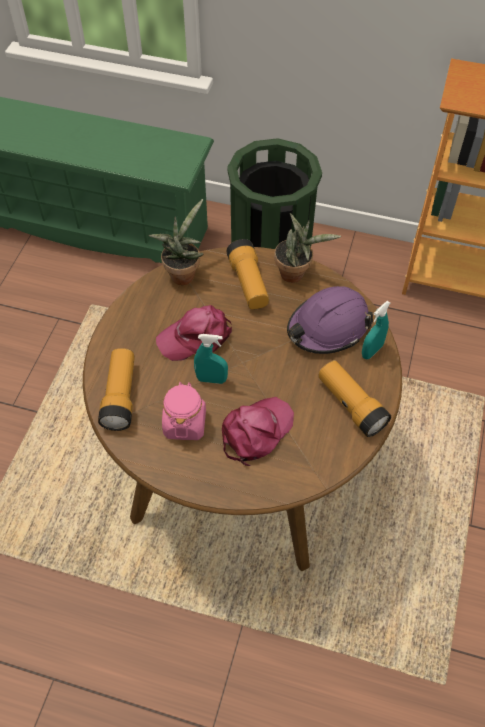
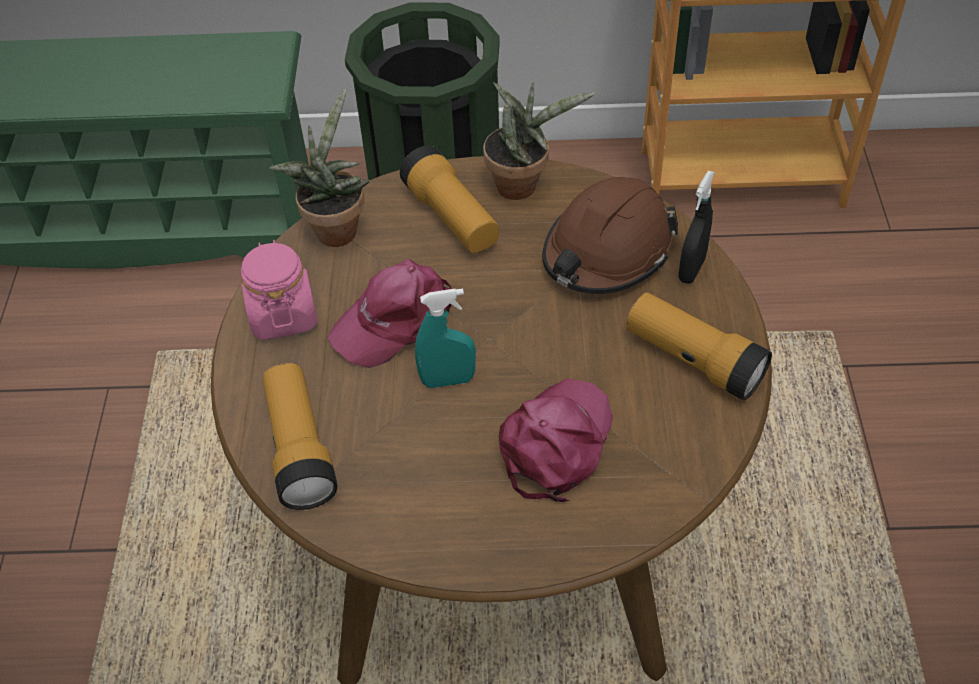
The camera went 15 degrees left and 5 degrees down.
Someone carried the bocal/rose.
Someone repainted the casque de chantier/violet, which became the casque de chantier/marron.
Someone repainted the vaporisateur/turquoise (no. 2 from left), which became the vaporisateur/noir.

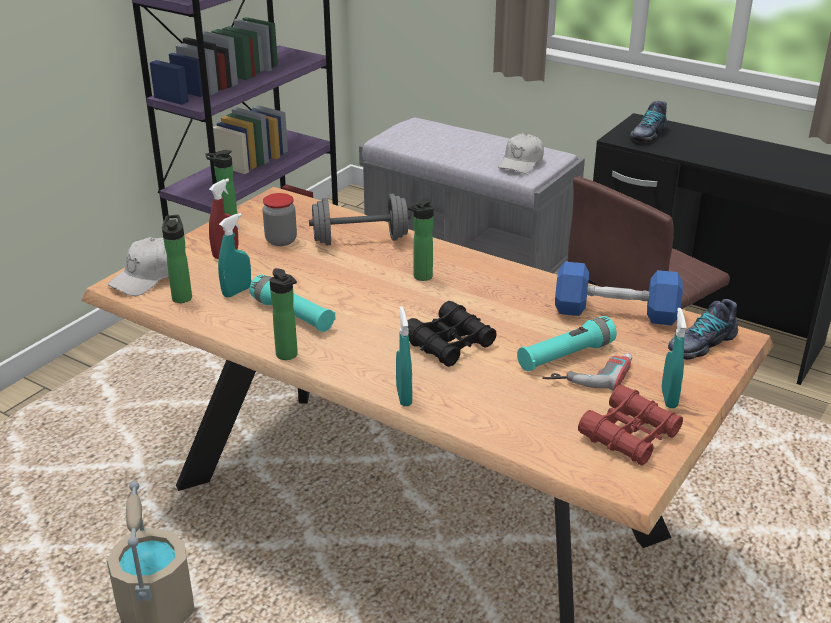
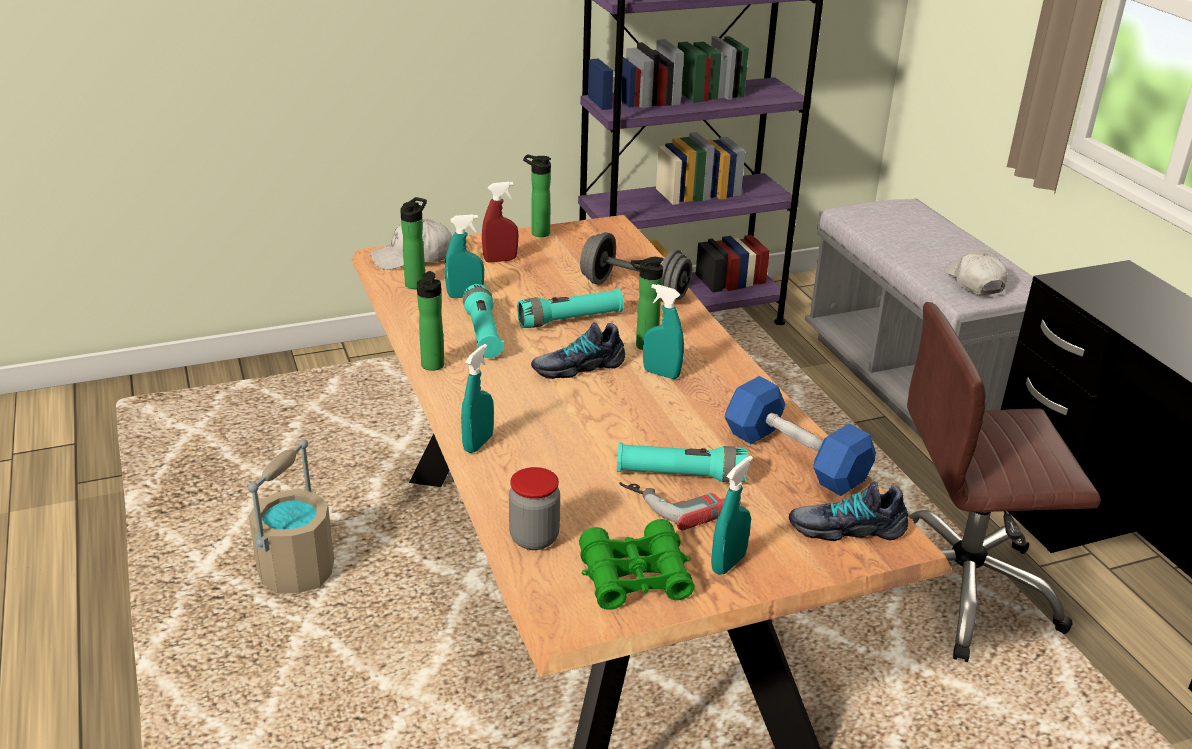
The camera went 35 degrees right and 0 degrees up.
Someone carried the bocal.
Someone took away the jumelles/noir.
Someone rotated the casquette/blanc (no. 2 from left) by 105 degrees clockwise.
Someone repainted the jumelles/rouge, which became the jumelles/vert.
Someone carried the chaussure (no. 1 from left).
Someone put down the lampe de poche/turquoise (no. 2 from left).
Someone put down the vaporisateur/turquoise (no. 3 from left).

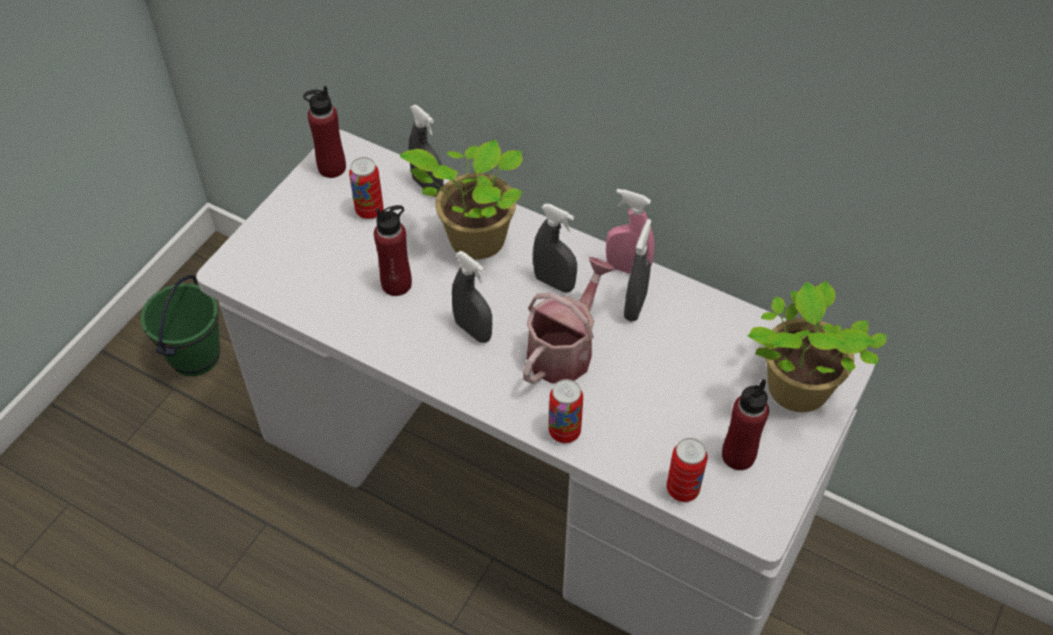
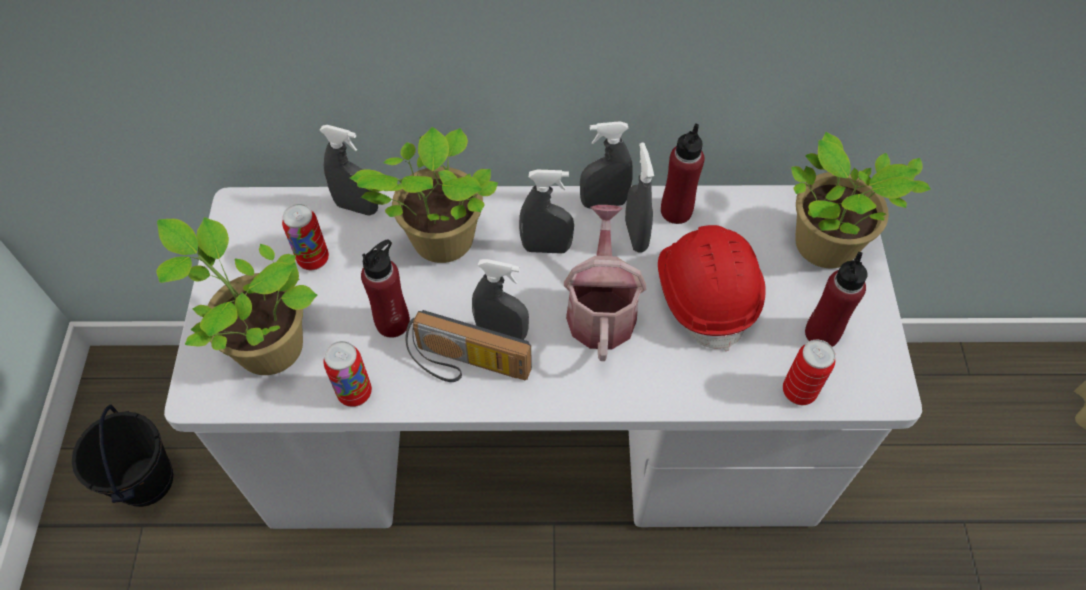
The camera went 30 degrees left and 5 degrees up.
Someone repainted the seau/vert, which became the seau/noir.
Someone carried the bouteille/rouge (no. 1 from left in the first image).
Someone carried the boîte métallique (no. 2 from left).
Someone repainted the vaporisateur/rose, which became the vaporisateur/gris (no. 4 from left).
Someone put down the plante en pot (no. 1 from left).
Someone put down the radio.
Someone put down the casque de chantier/rouge.

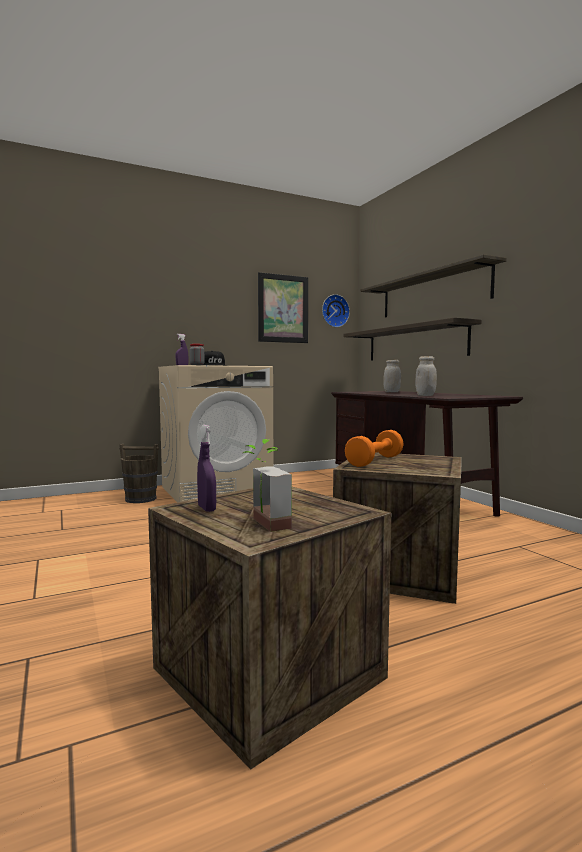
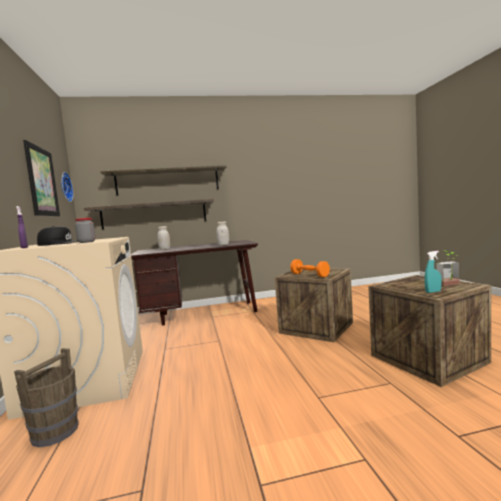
The camera went 75 degrees left and 0 degrees up.
Someone repainted the vaporisateur/violet (no. 2 from left), which became the vaporisateur/turquoise.

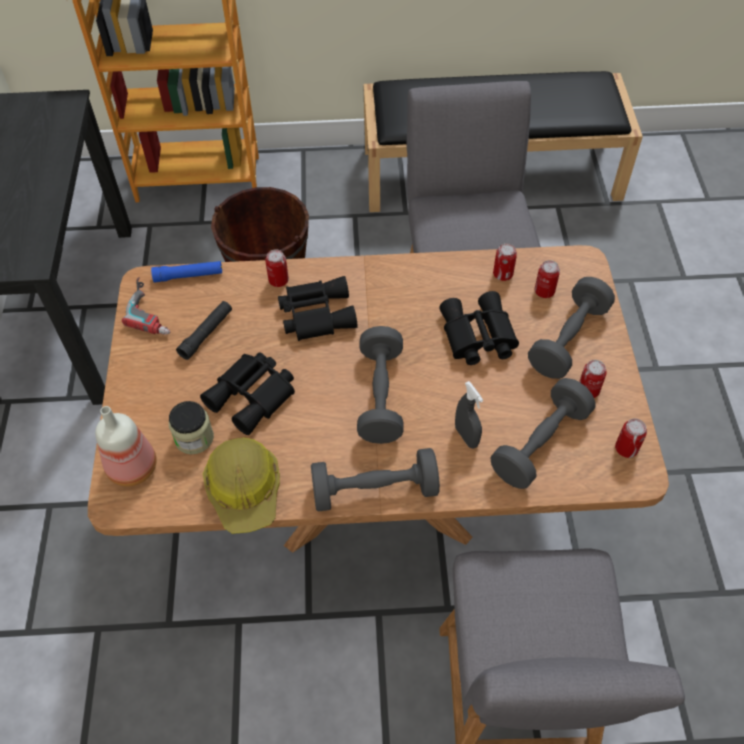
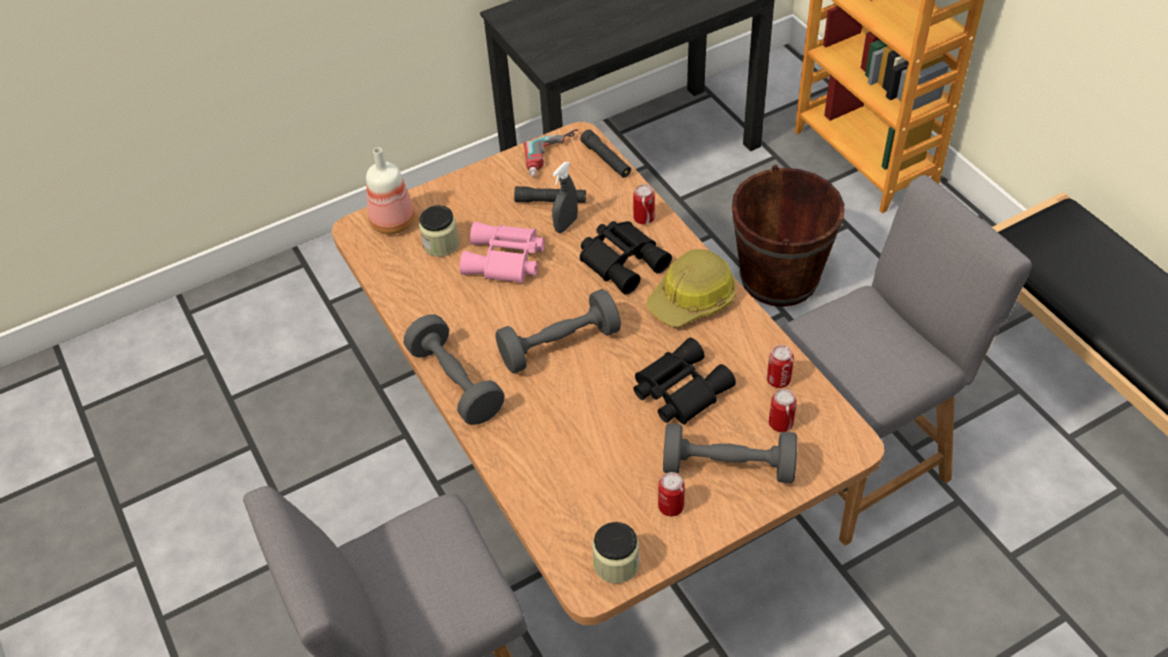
The camera went 65 degrees right and 5 degrees down.
Someone repainted the lampe de poche/bleu, which became the lampe de poche/noir (no. 2 from left).
Someone repainted the jumelles/noir (no. 1 from left), which became the jumelles/rose.
Someone carried the casque de chantier.
Someone carried the vaporisateur/gris.
Someone took away the haltère/gris (no. 3 from left).
Someone swapped the boîte métallique (no. 5 from left) for the bocal (no. 2 from left).

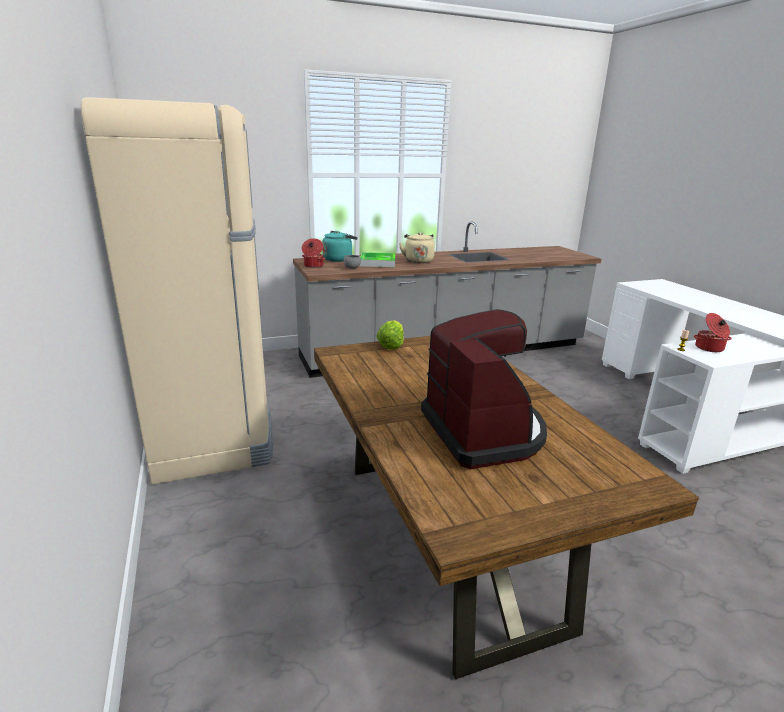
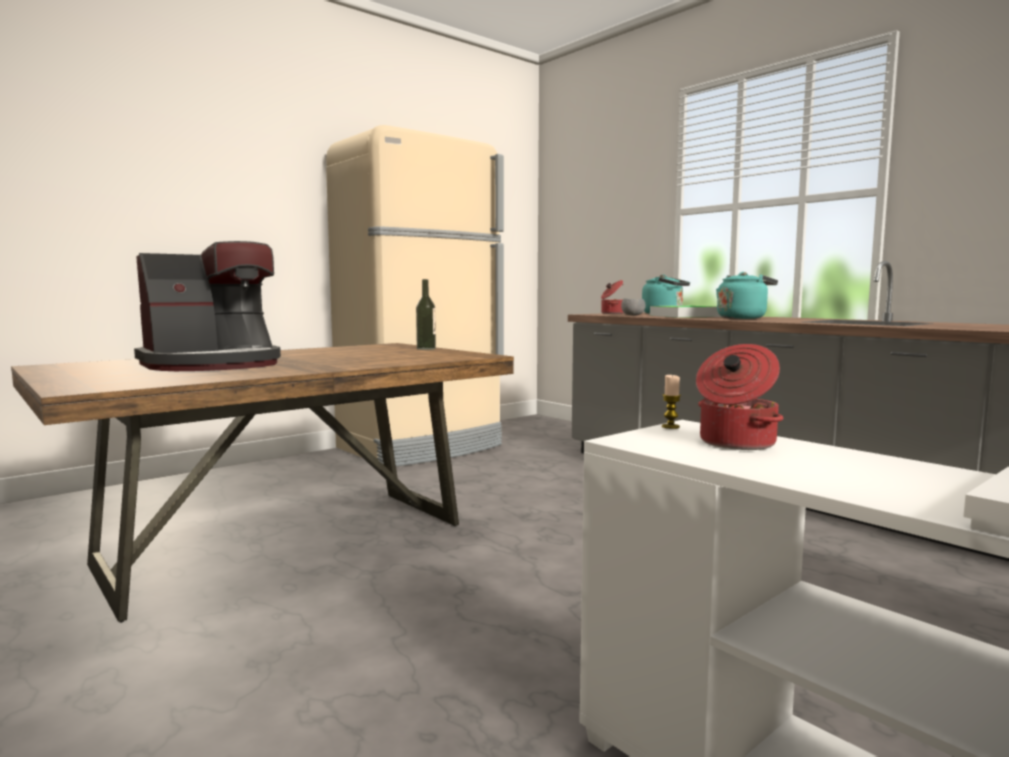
The camera went 70 degrees right and 15 degrees down.
Someone swapped the laitue for the bouteille.
Someone repainted the bouilloire/beige, which became the bouilloire/turquoise (no. 2 from left).

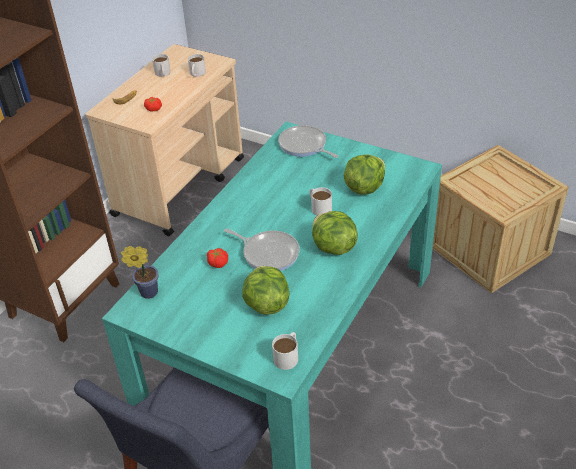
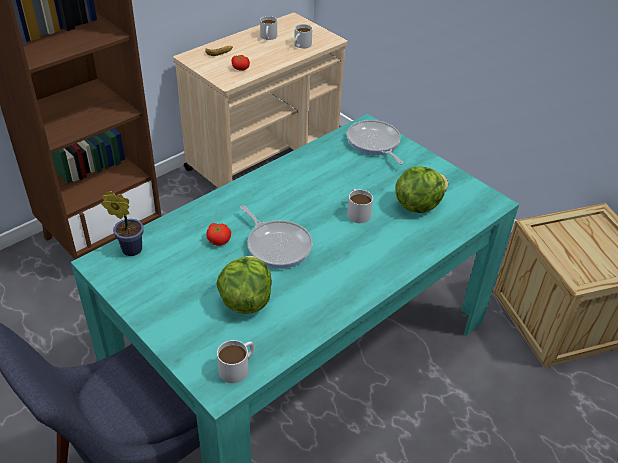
The camera went 15 degrees right and 0 degrees up.
Someone took away the laitue (no. 2 from left).

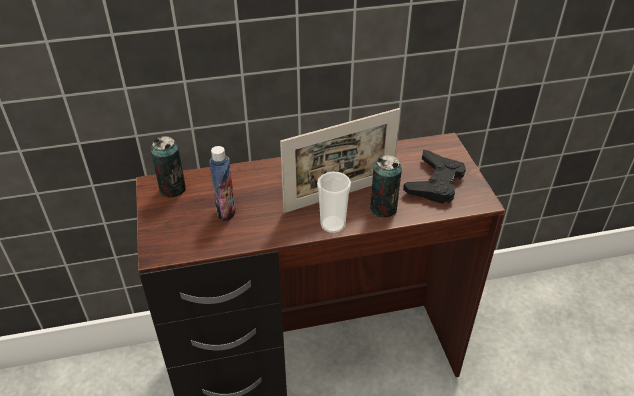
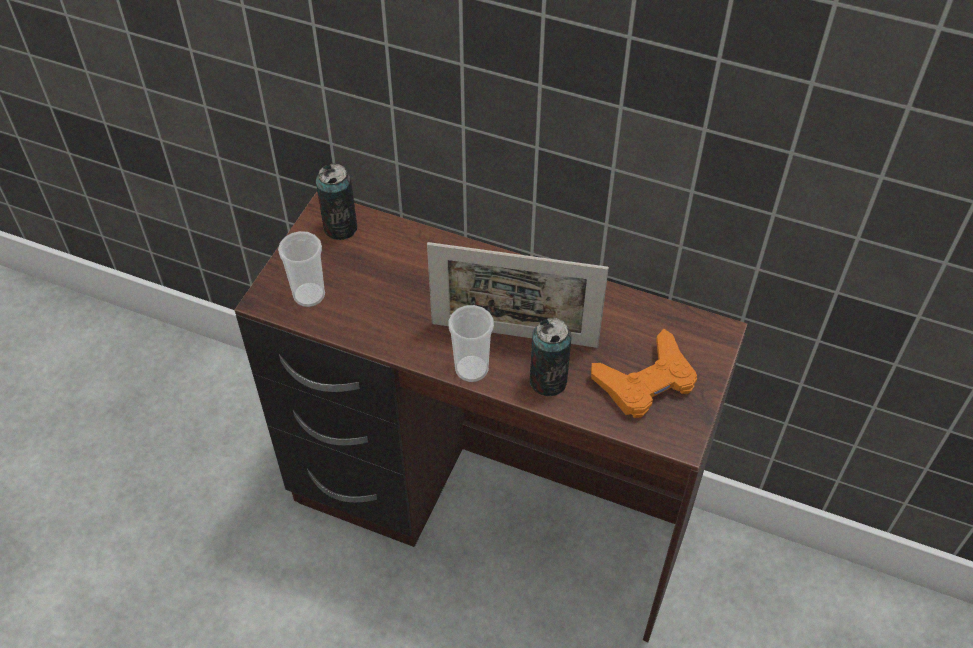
The camera went 35 degrees right and 10 degrees up.
Someone took away the bouteille.
Someone repainted the manette/noir, which became the manette/orange.
Someone put down the tasse (no. 1 from left).

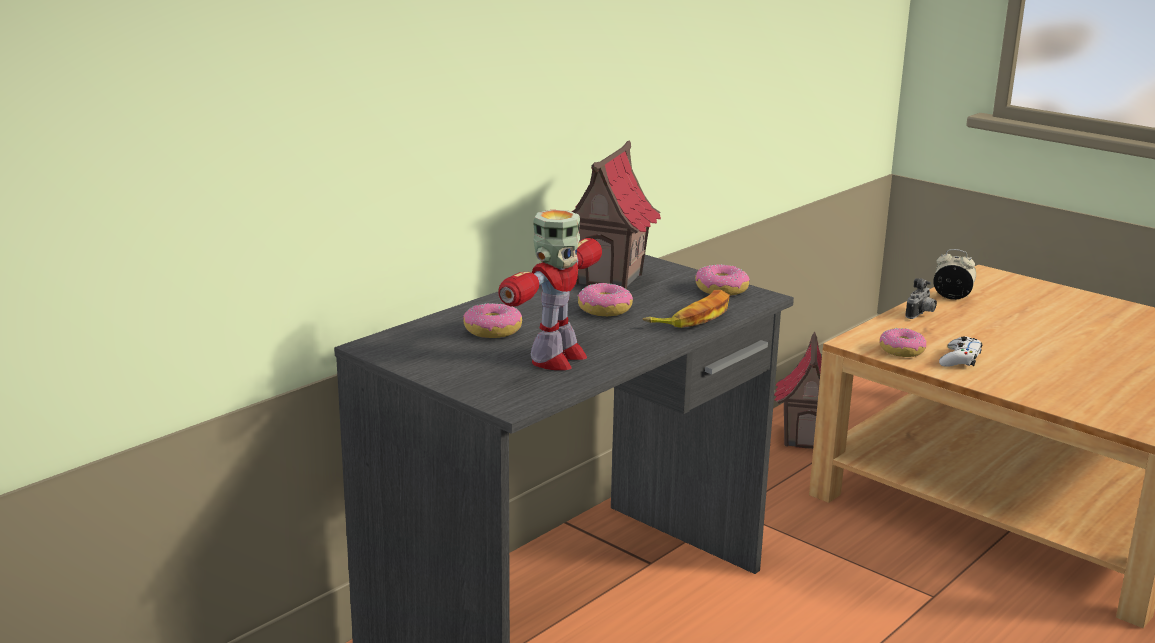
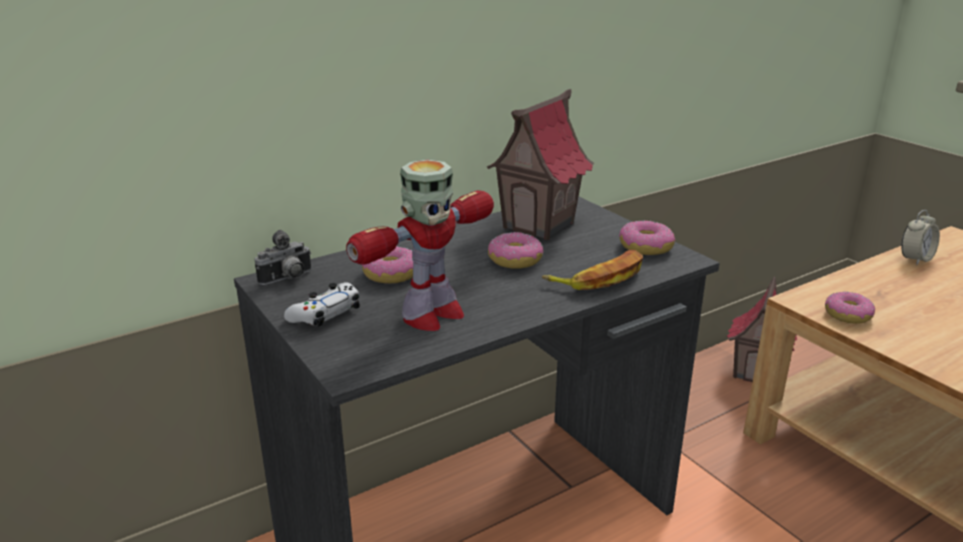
The camera went 15 degrees right and 5 degrees up.
Someone carried the appareil photo.
Someone rotated the réveil by 105 degrees clockwise.
Someone carried the manette/blanc.

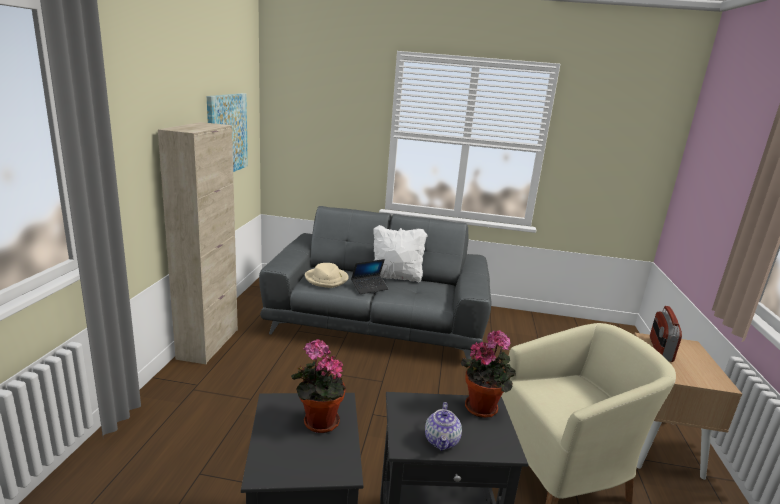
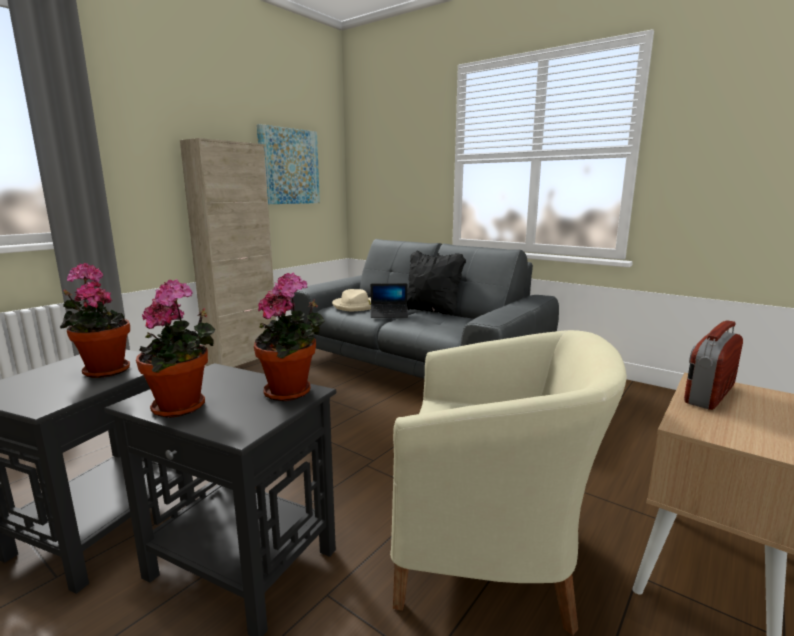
The camera went 30 degrees right and 5 degrees down.
Someone repainted the coussin/blanc, which became the coussin/noir.
Someone swapped the théière for the plante en pot (no. 2 from left).

